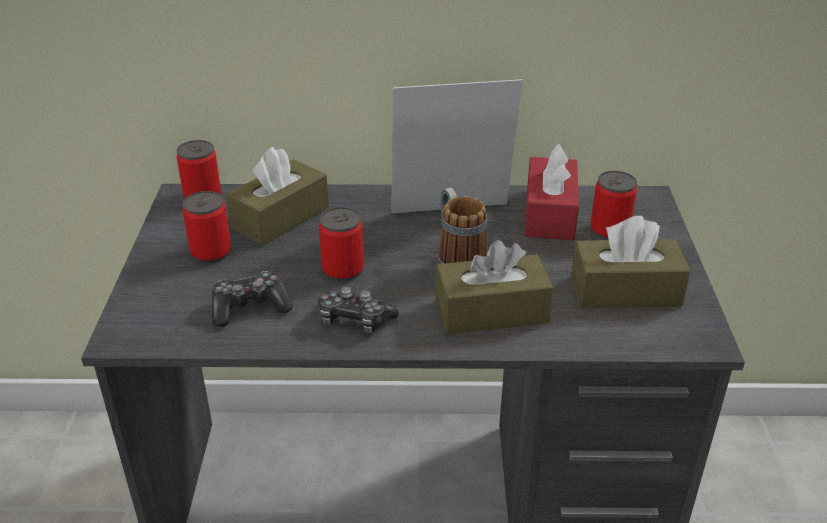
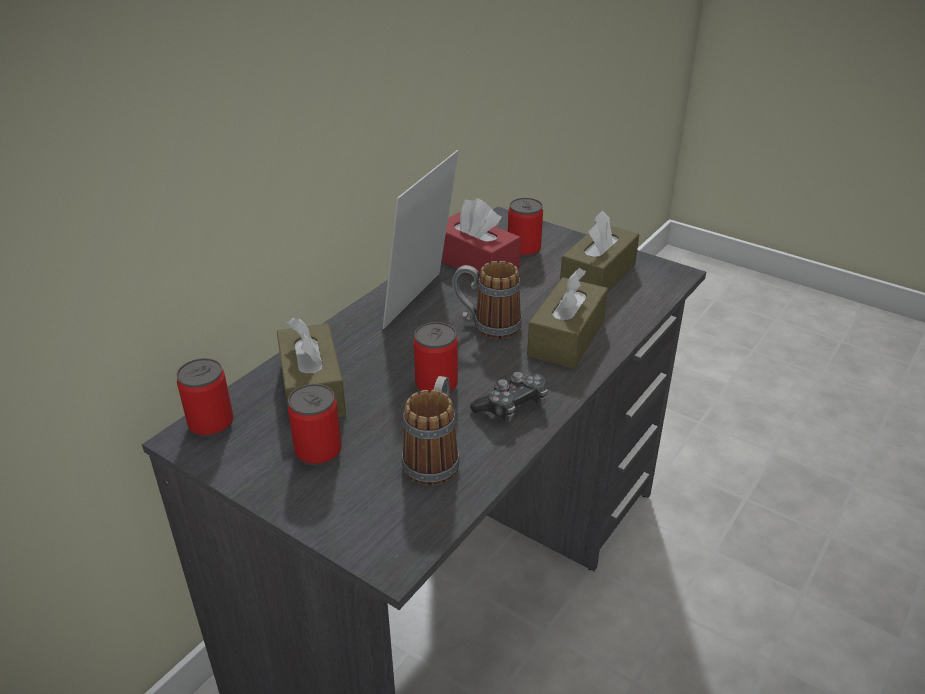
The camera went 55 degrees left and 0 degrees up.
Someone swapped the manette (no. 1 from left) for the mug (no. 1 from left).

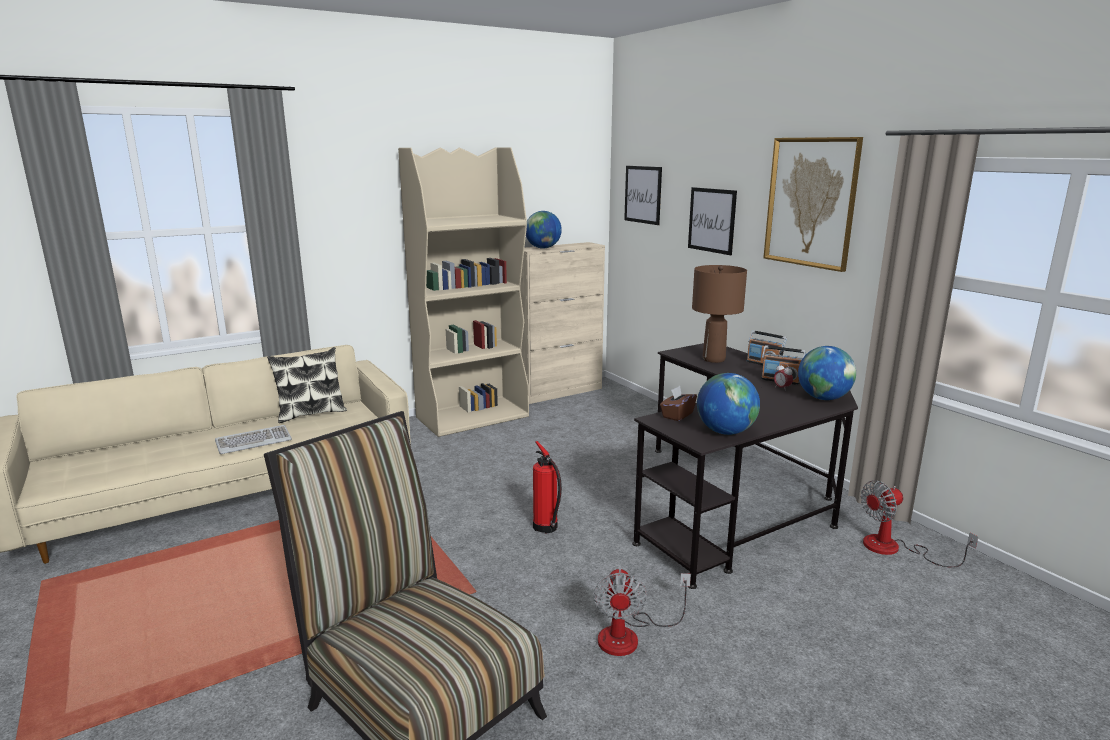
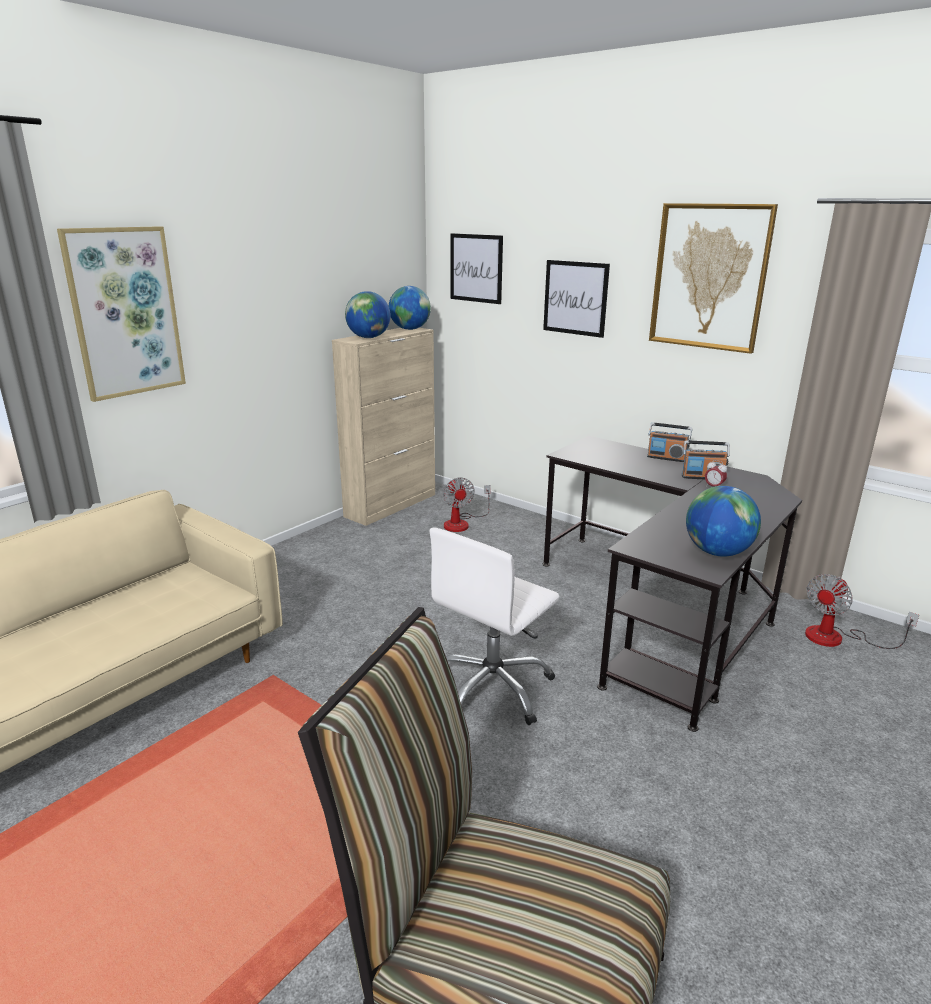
The camera went 20 degrees left and 5 degrees up.
Someone took away the clavier.
Someone took away the coussin.
Someone took away the bibliothèque/beige.
Someone swapped the extincteur for the chaise de bureau/blanc.
Someone carried the ventilateur (no. 1 from left).
Someone took away the boîte à mouchoirs/marron.
Someone took away the lampe de table/marron.
Someone carried the globe (no. 3 from left in the first image).
Someone put up the tableau (no. 1 from left).

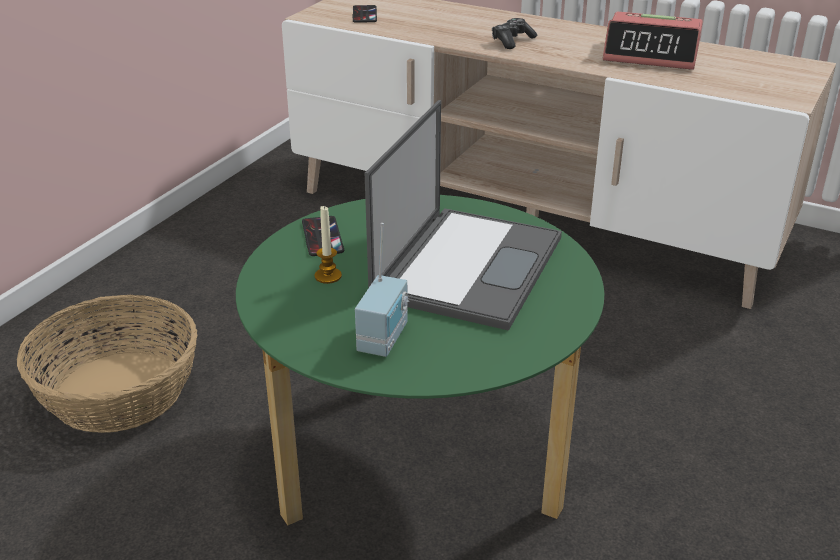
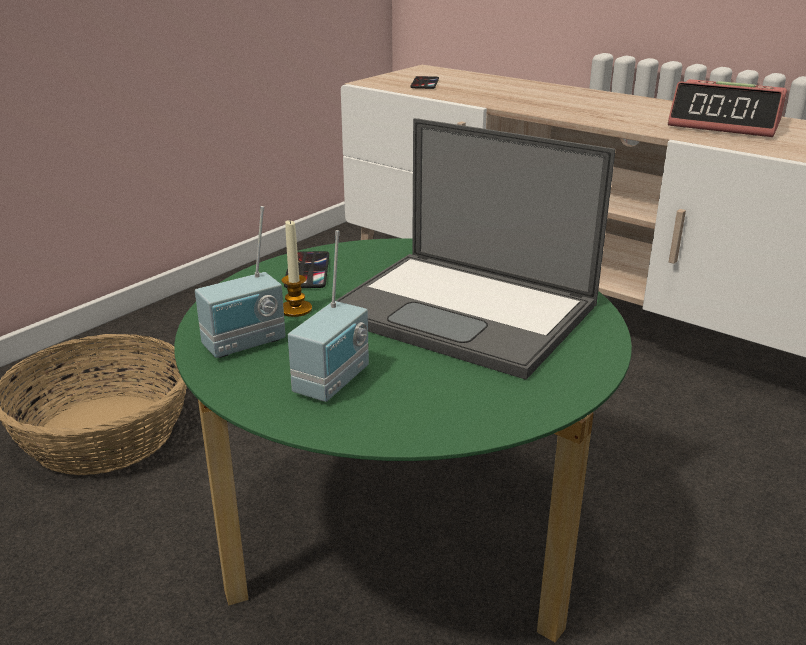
The camera went 10 degrees right and 5 degrees down.
Someone rotated the ordinateur portable by 90 degrees clockwise.
Someone took away the manette.
Someone put down the radio (no. 1 from left).

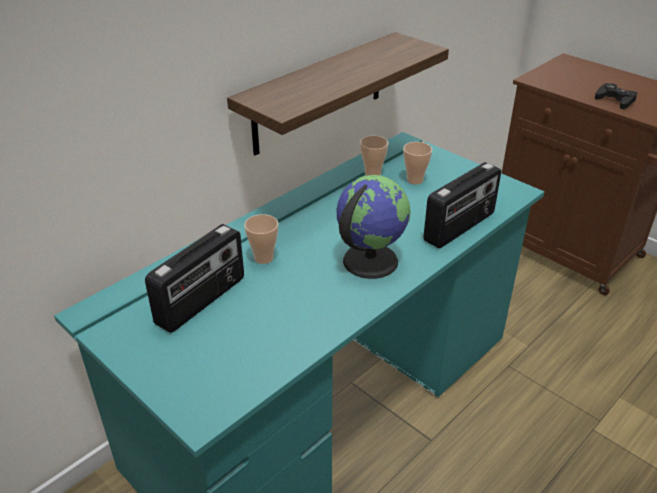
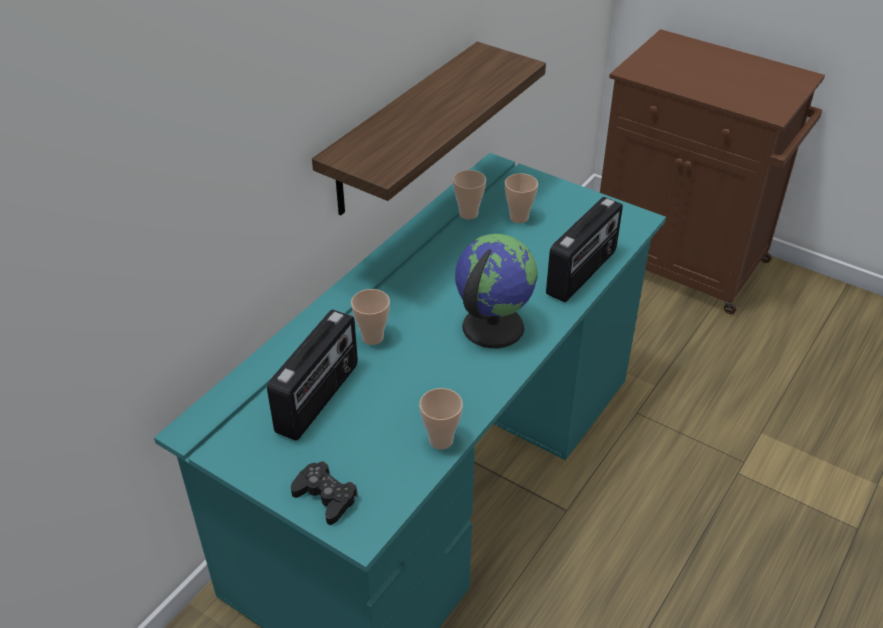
The camera went 10 degrees left and 5 degrees up.
Someone carried the manette/noir.
Someone put down the tasse (no. 2 from left).

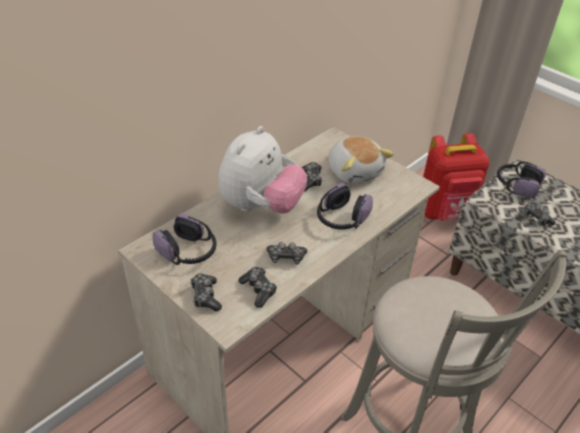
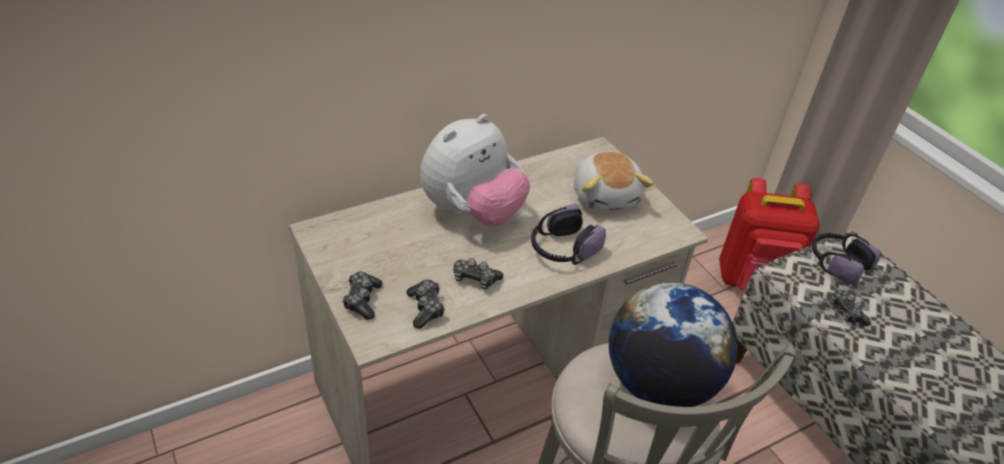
The camera went 15 degrees right and 0 degrees up.
Someone took away the casque audio (no. 1 from left).
Someone took away the manette (no. 4 from left).
Someone put down the globe.

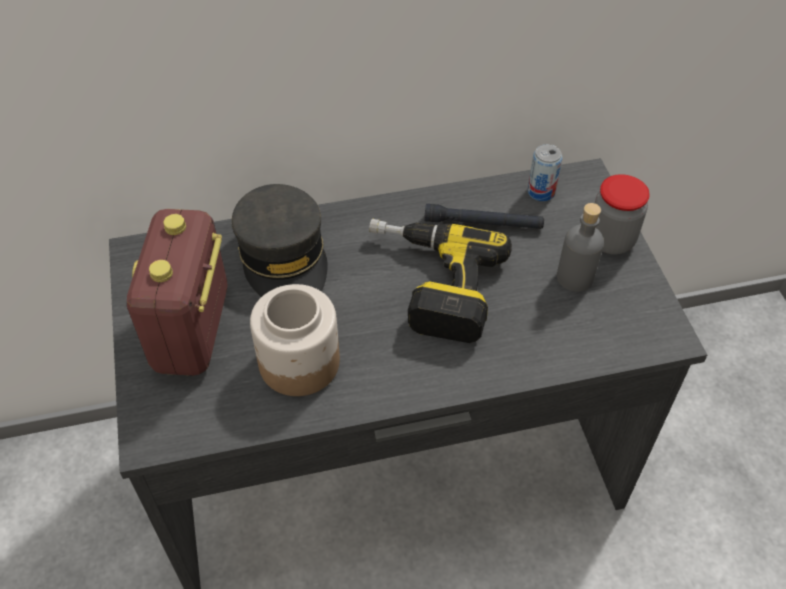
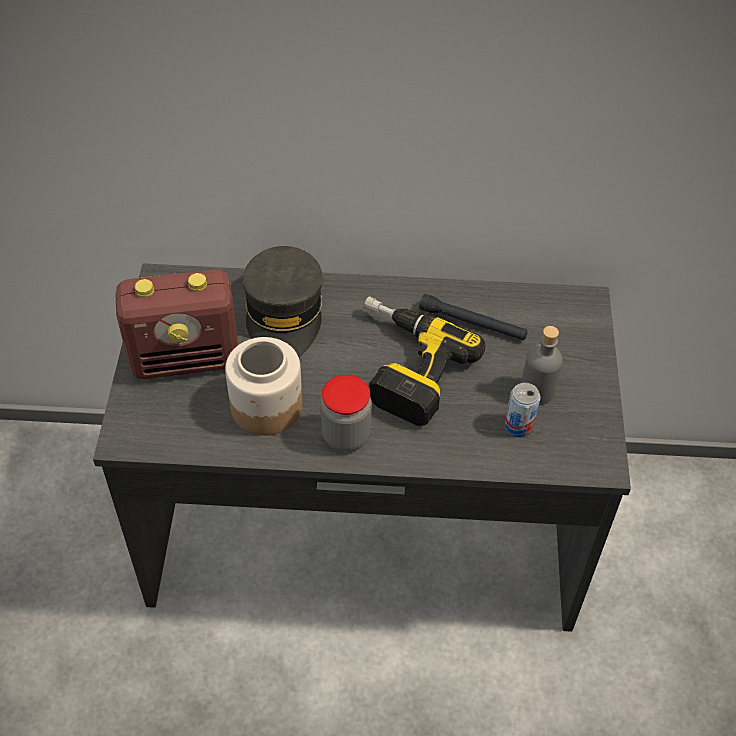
The camera went 15 degrees right and 0 degrees up.
Someone rotated the radio by 120 degrees counterclockwise.
Someone carried the boîte métallique.
Someone carried the bocal (no. 2 from left).

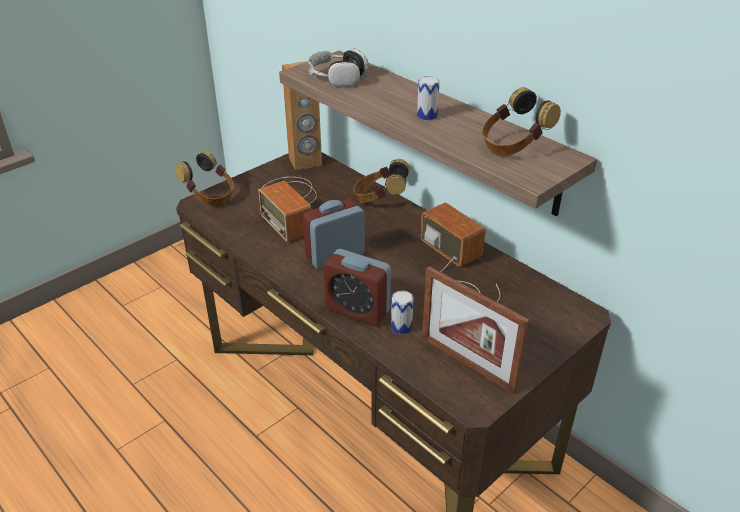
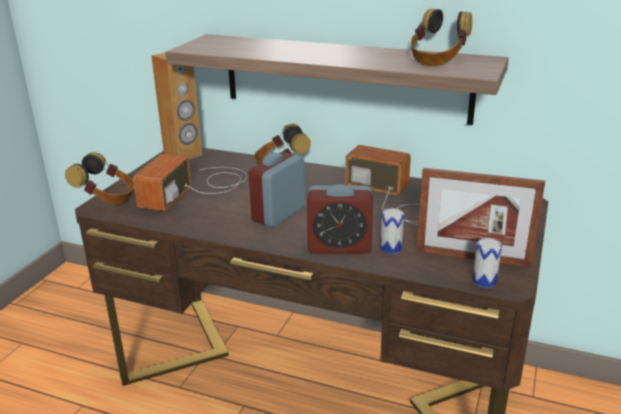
The camera went 25 degrees left and 10 degrees down.
Someone rotated the radio (no. 1 from left) by 75 degrees clockwise.
Someone took away the casque audio (no. 2 from left).
Someone carried the boîte métallique (no. 2 from left).

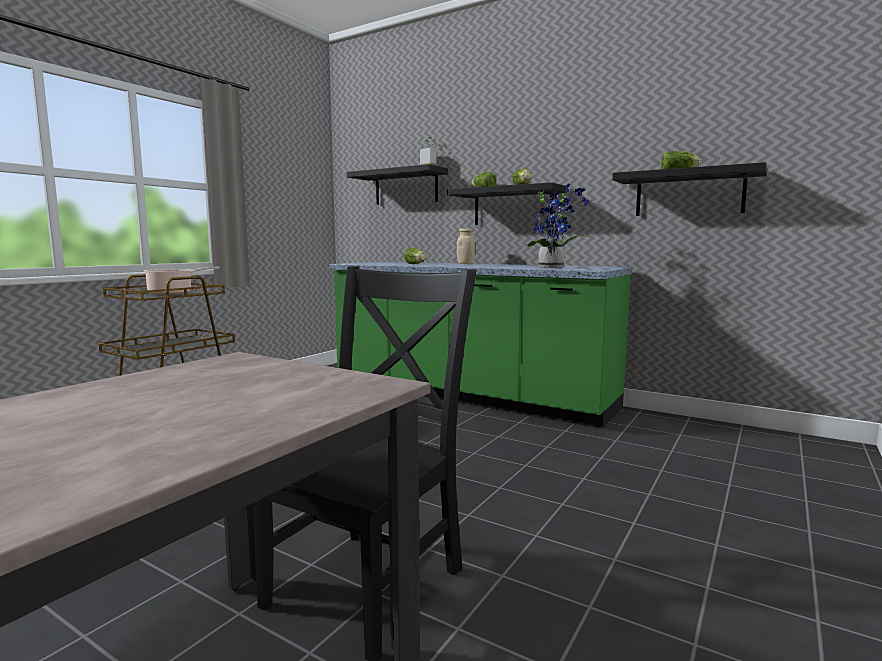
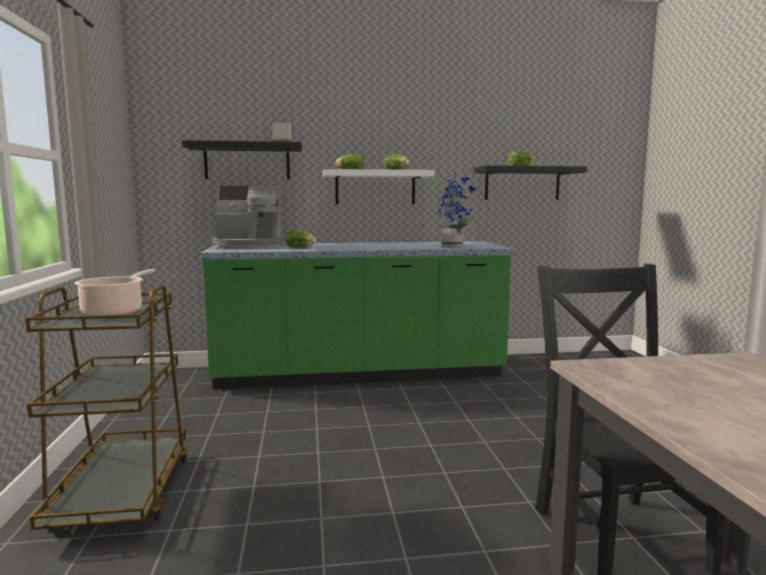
The camera went 40 degrees left and 0 degrees up.
Someone repainted the étagère/noir (no. 2 from left), which became the étagère/blanc.
Someone took away the bocal/beige.
Someone put down the machine à café.

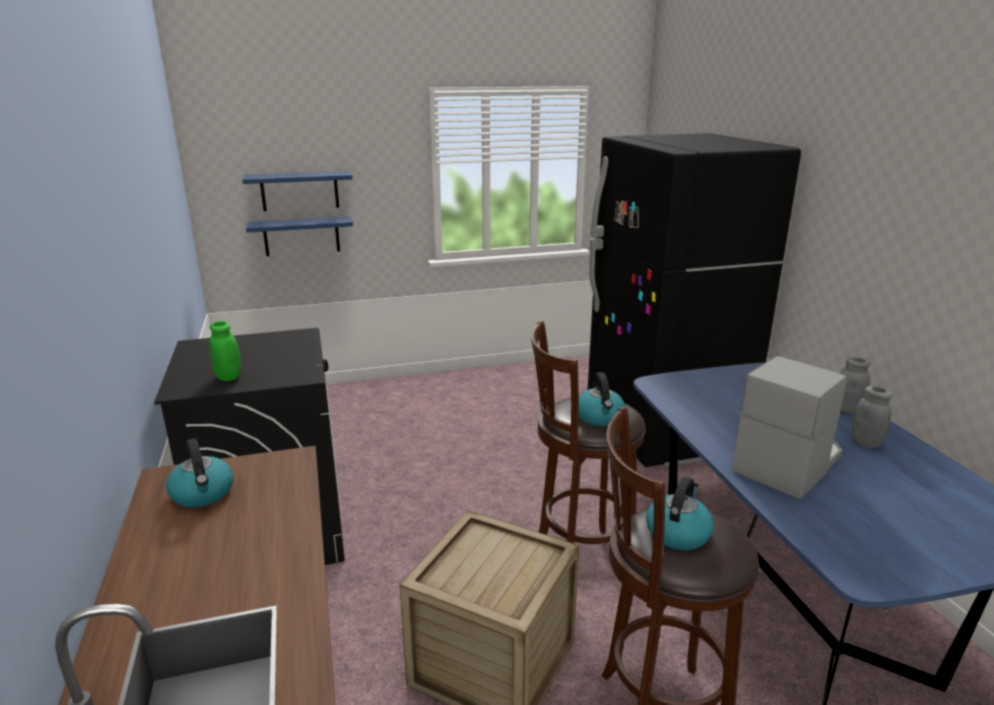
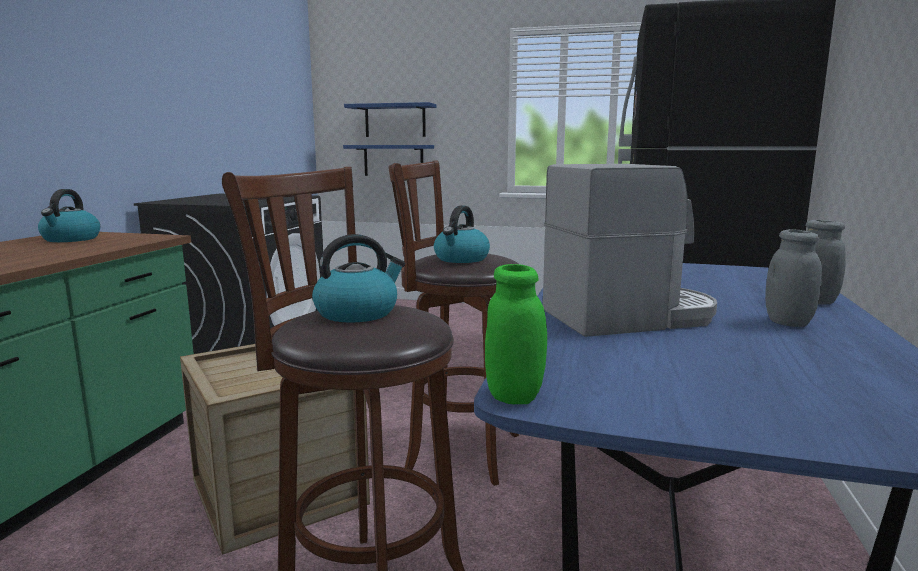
The camera went 30 degrees right and 10 degrees down.
Someone carried the bocal/vert.

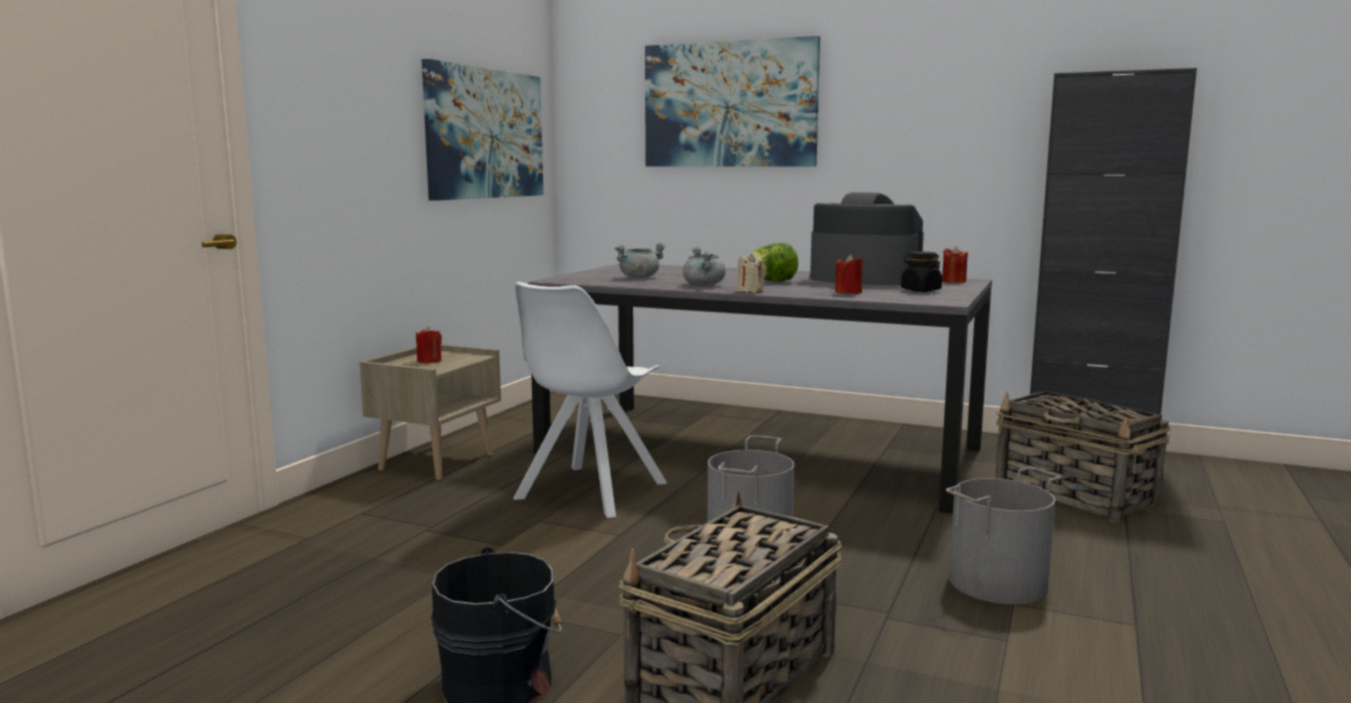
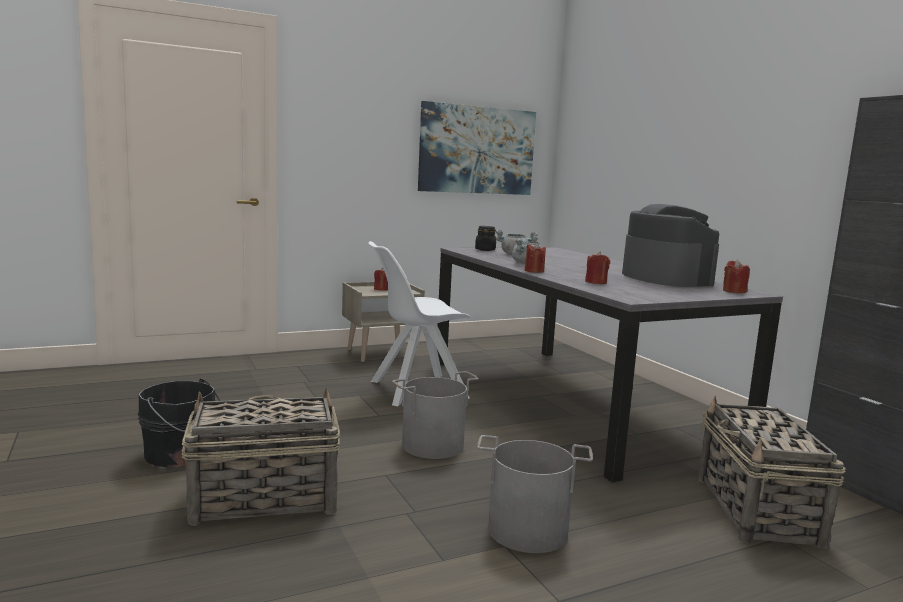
The camera went 40 degrees right and 0 degrees up.
Someone took away the tableau (no. 2 from left).
Someone repainted the bougie/beige, which became the bougie/rouge (no. 2 from left).
Someone took away the laitue.
Someone carried the bocal/noir.

